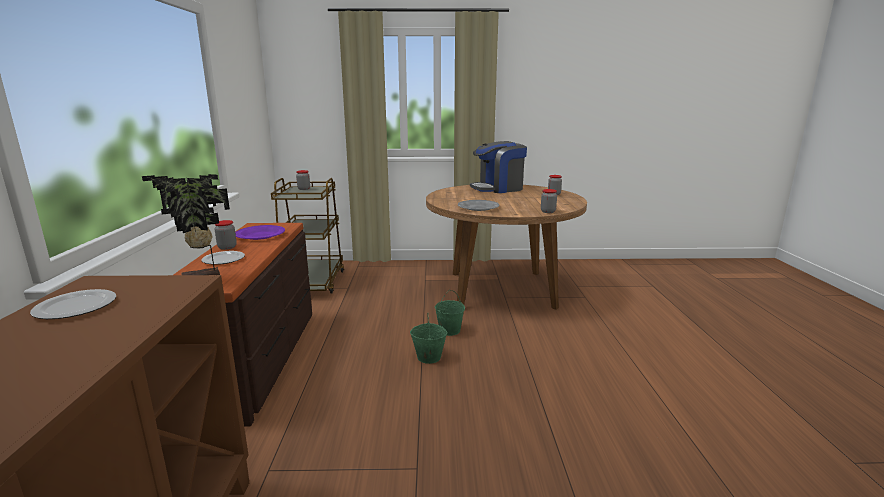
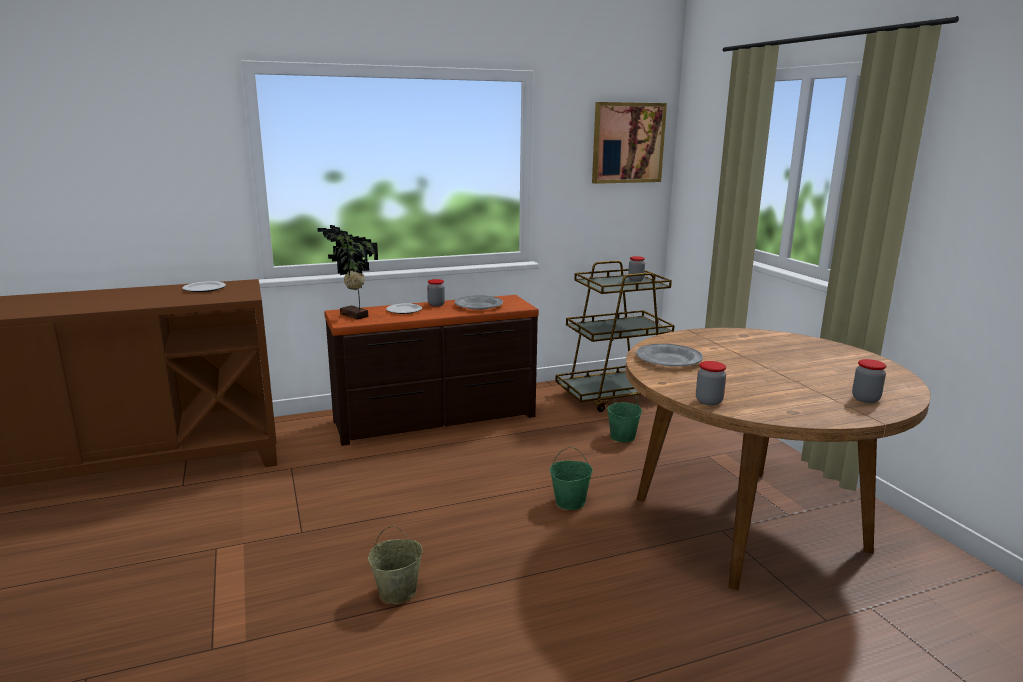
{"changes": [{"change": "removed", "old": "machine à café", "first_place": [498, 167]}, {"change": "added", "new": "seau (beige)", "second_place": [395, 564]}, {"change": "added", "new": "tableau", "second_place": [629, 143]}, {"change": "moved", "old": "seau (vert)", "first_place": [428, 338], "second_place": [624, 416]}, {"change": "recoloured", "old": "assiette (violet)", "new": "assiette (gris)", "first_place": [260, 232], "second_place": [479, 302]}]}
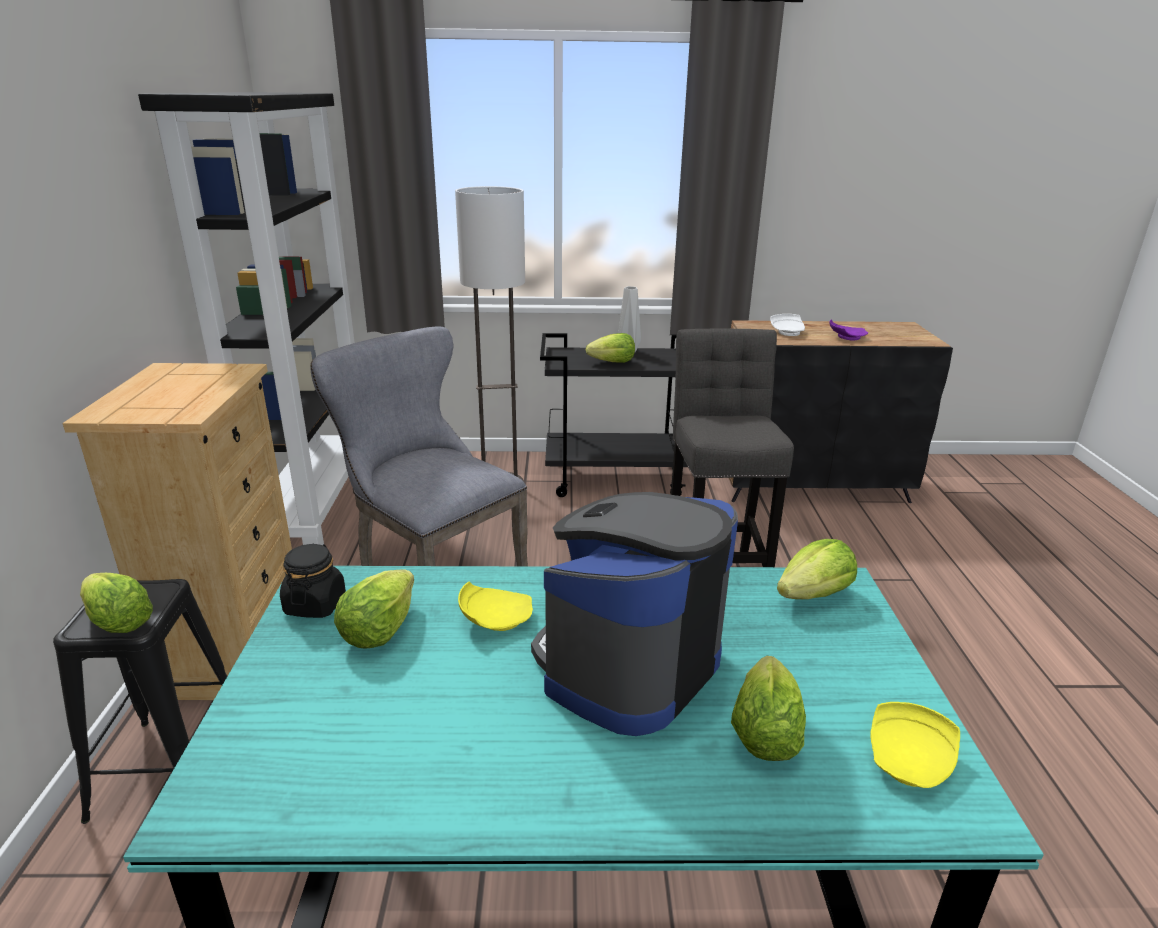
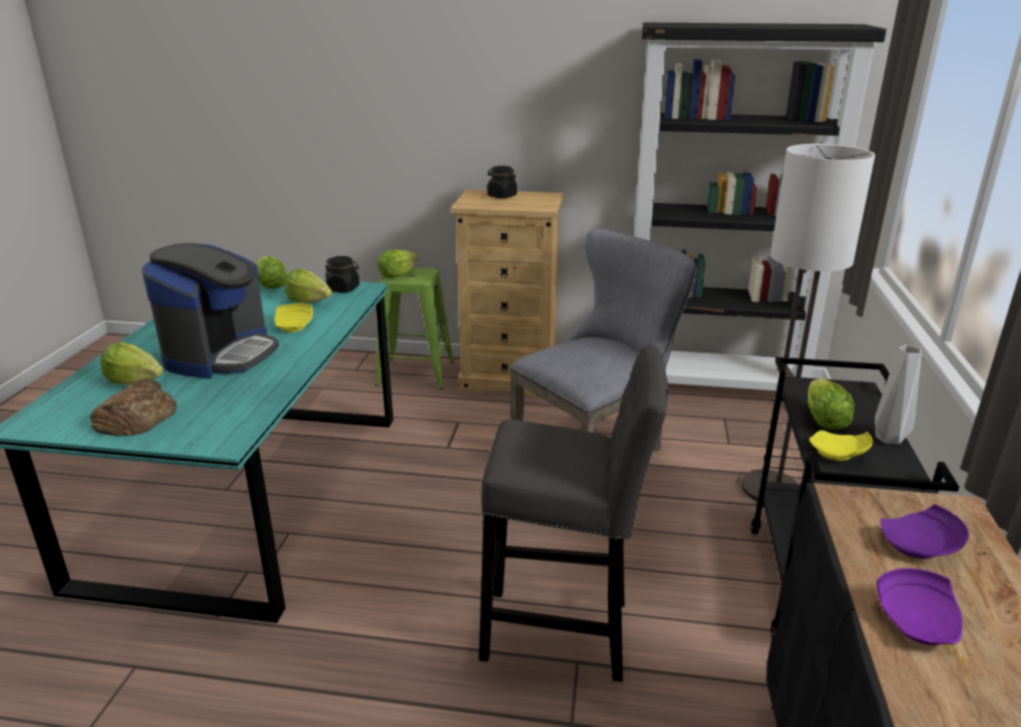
{"changes": [{"change": "added", "new": "pain", "second_place": [133, 407]}, {"change": "added", "new": "bocal (noir)", "second_place": [502, 182]}, {"change": "moved", "old": "laitue", "first_place": [817, 569], "second_place": [272, 272]}, {"change": "moved", "old": "assiette (jaune)", "first_place": [915, 745], "second_place": [841, 445]}, {"change": "recoloured", "old": "tabouret (noir)", "new": "tabouret (vert)", "first_place": [140, 701], "second_place": [414, 329]}, {"change": "recoloured", "old": "assiette (blanc)", "new": "assiette (violet)", "first_place": [787, 325], "second_place": [924, 531]}, {"change": "turned", "old": "machine à café", "first_place": [634, 614], "second_place": [210, 311], "degrees": 60}]}
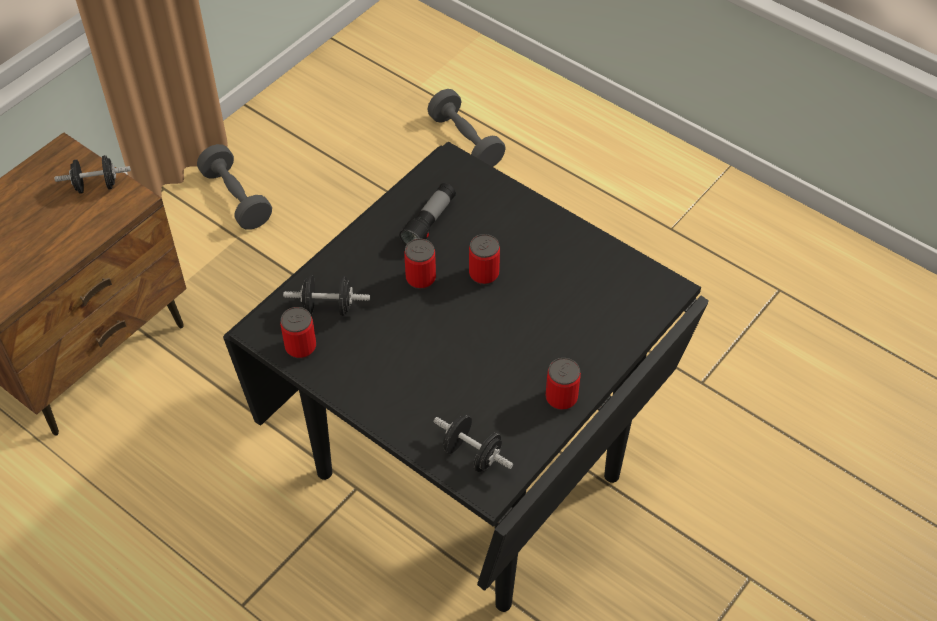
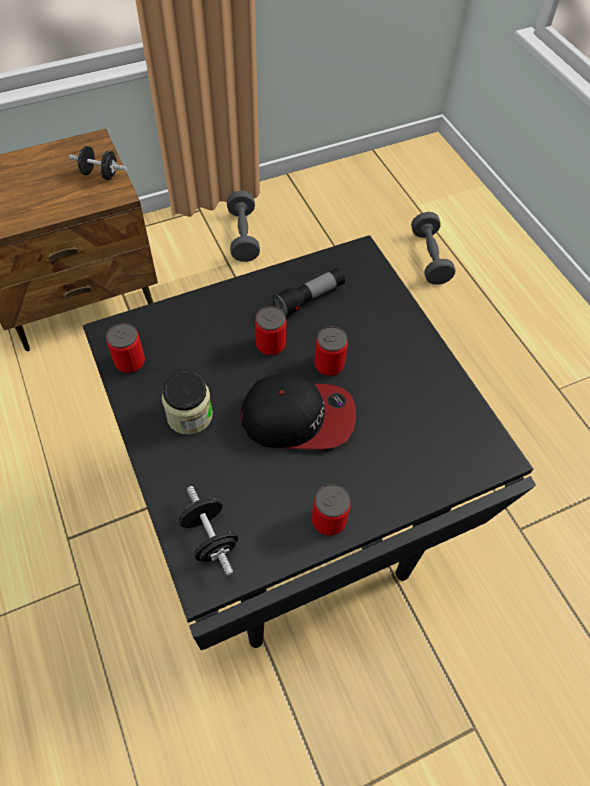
{"changes": [{"change": "removed", "old": "haltère (noir)", "first_place": [326, 295]}, {"change": "added", "new": "bocal", "second_place": [187, 403]}, {"change": "added", "new": "casquette", "second_place": [298, 410]}]}
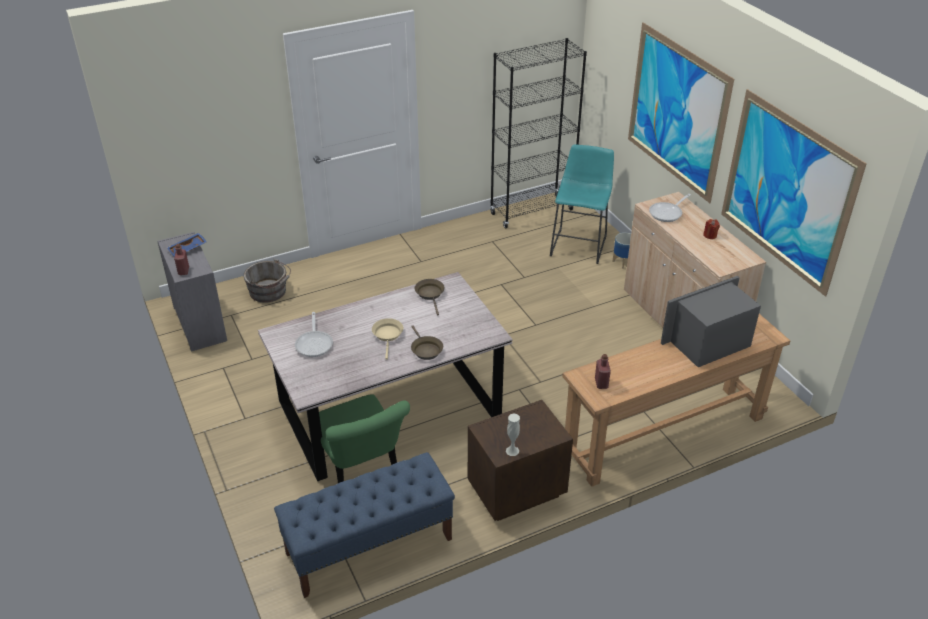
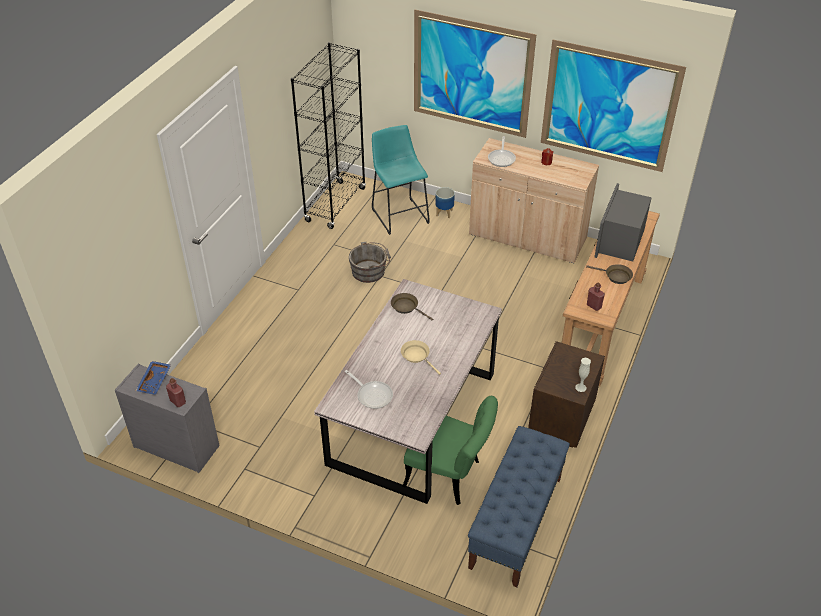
{"changes": [{"change": "moved", "old": "seau (gris)", "first_place": [267, 281], "second_place": [370, 262]}, {"change": "moved", "old": "poêle (marron)", "first_place": [427, 342], "second_place": [609, 274]}]}
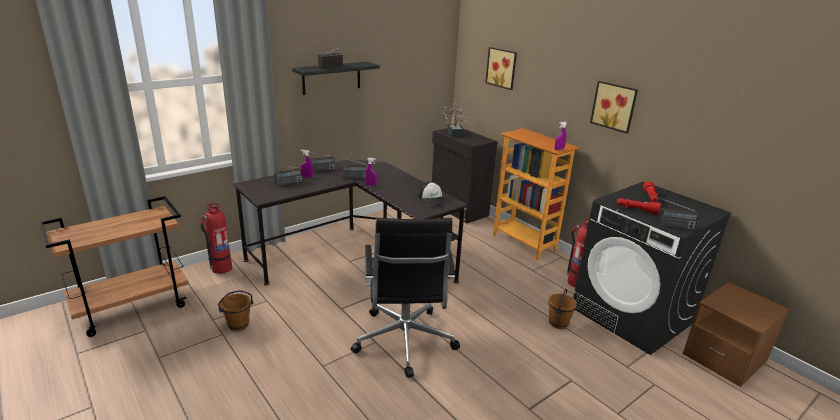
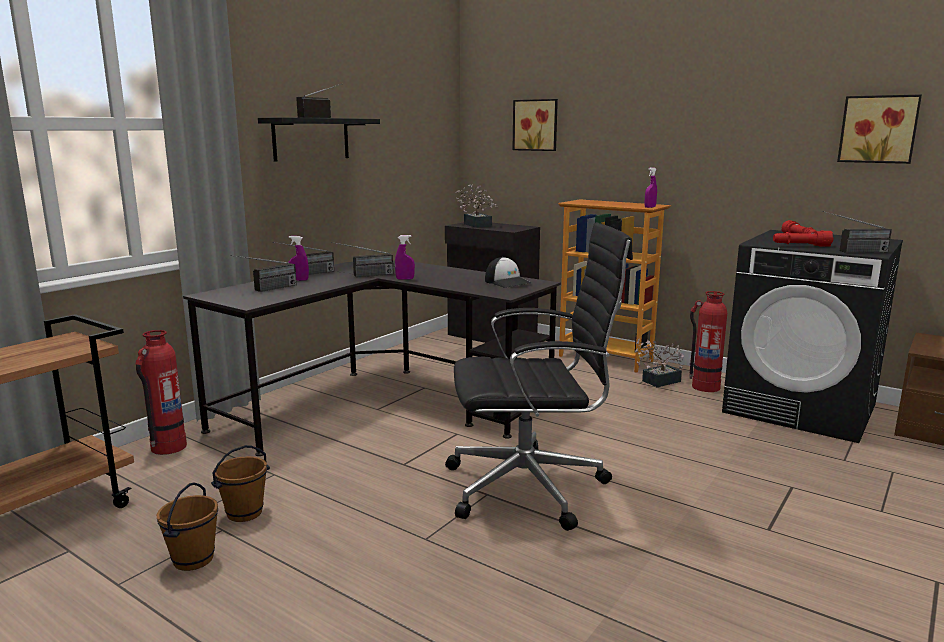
{"changes": [{"change": "added", "new": "plante en pot", "second_place": [659, 363]}, {"change": "moved", "old": "seau (marron)", "first_place": [562, 309], "second_place": [187, 526]}, {"change": "moved", "old": "tableau", "first_place": [614, 107], "second_place": [879, 129]}, {"change": "turned", "old": "chaise de bureau (noir)", "first_place": [405, 298], "second_place": [539, 376], "degrees": -75}]}
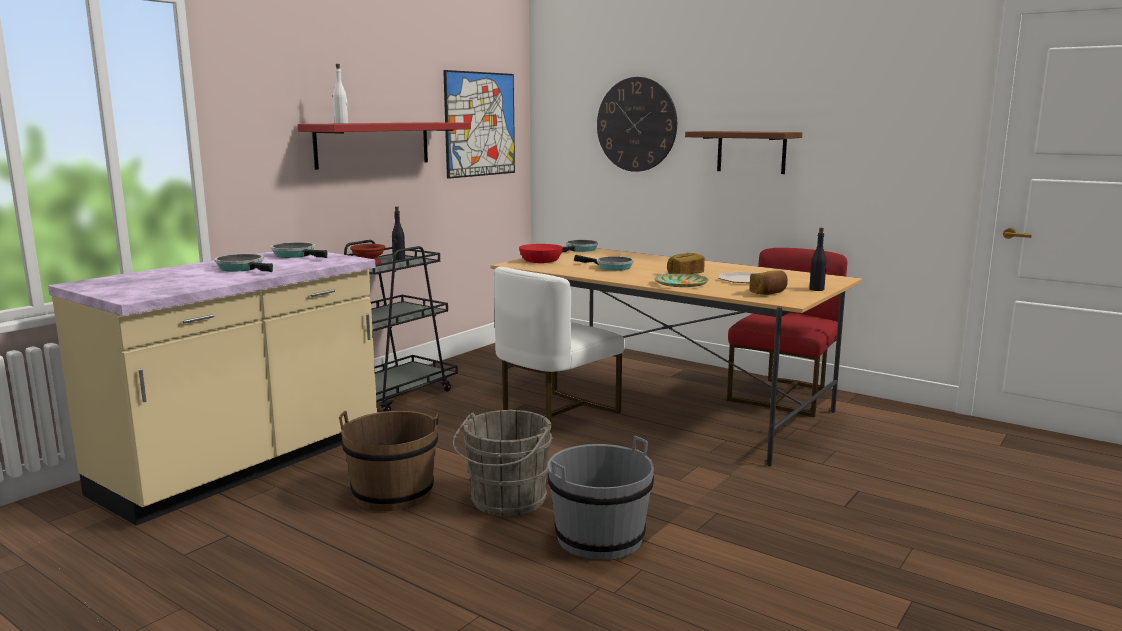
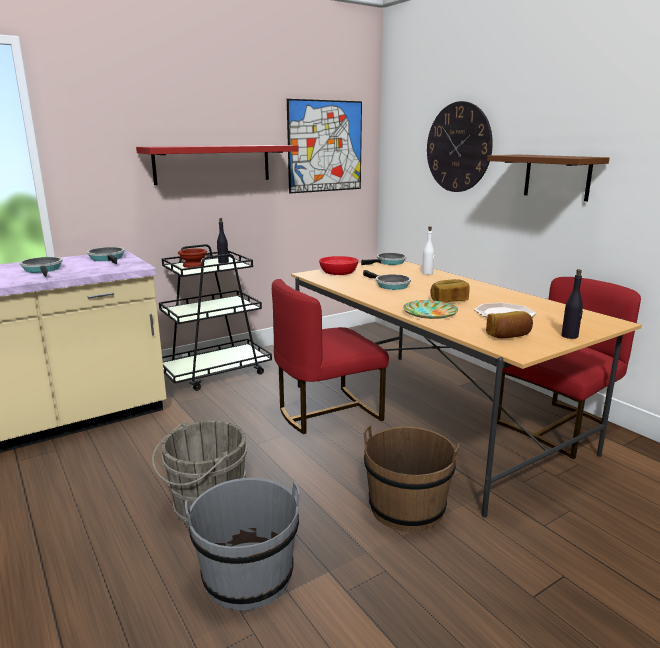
{"changes": [{"change": "moved", "old": "bouteille (blanc)", "first_place": [340, 94], "second_place": [428, 250]}, {"change": "moved", "old": "seau (marron)", "first_place": [389, 461], "second_place": [411, 478]}, {"change": "recoloured", "old": "chaise (blanc)", "new": "chaise (rouge)", "first_place": [559, 350], "second_place": [330, 356]}]}
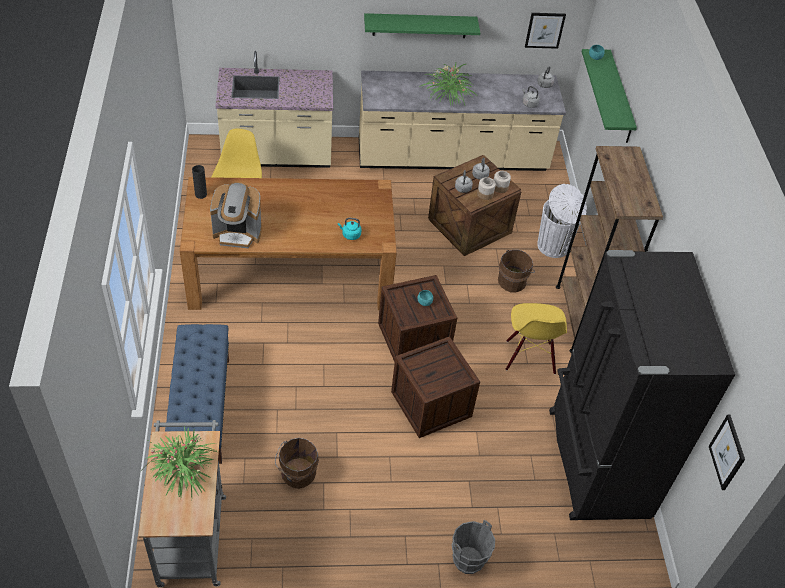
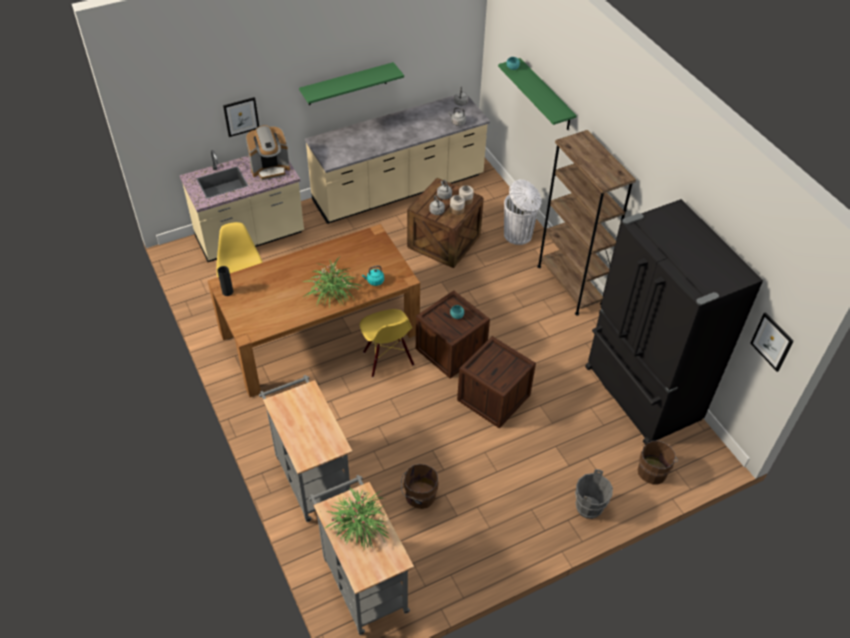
{"changes": [{"change": "moved", "old": "machine à café", "first_place": [236, 215], "second_place": [268, 152]}, {"change": "moved", "old": "plante en pot", "first_place": [447, 84], "second_place": [332, 281]}, {"change": "moved", "old": "seau (marron)", "first_place": [516, 271], "second_place": [657, 463]}, {"change": "moved", "old": "chaise (jaune)", "first_place": [536, 338], "second_place": [387, 343]}, {"change": "moved", "old": "tableau", "first_place": [545, 31], "second_place": [241, 117]}, {"change": "replaced", "old": "banc (bleu)", "new": "chariot (gris)", "first_place": [197, 394], "second_place": [305, 448]}]}
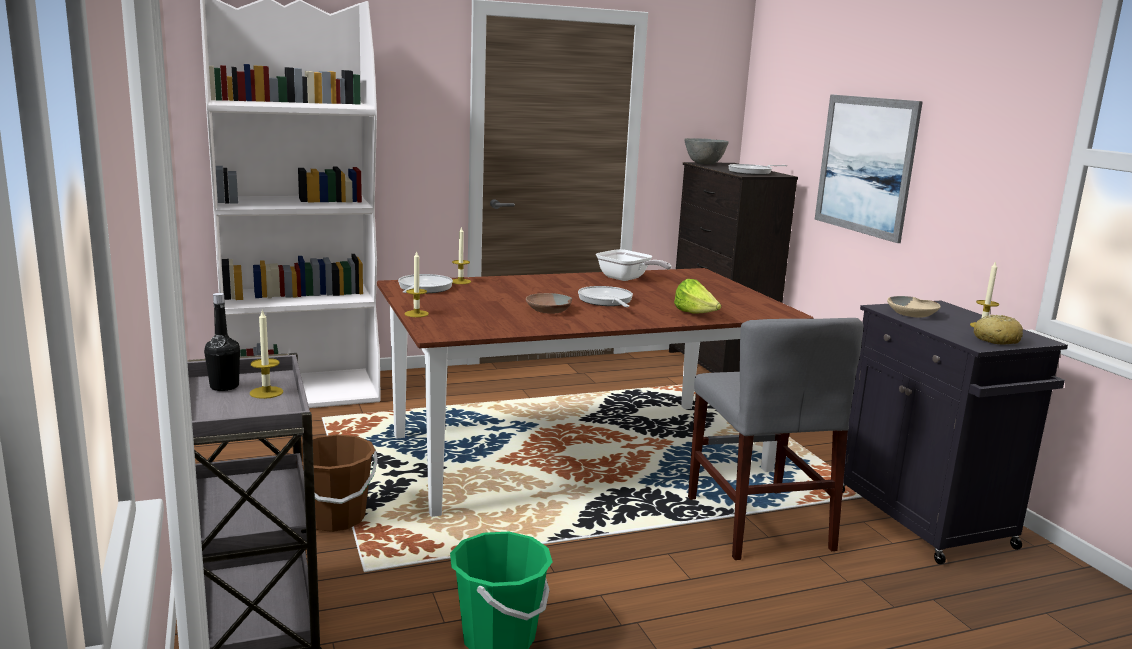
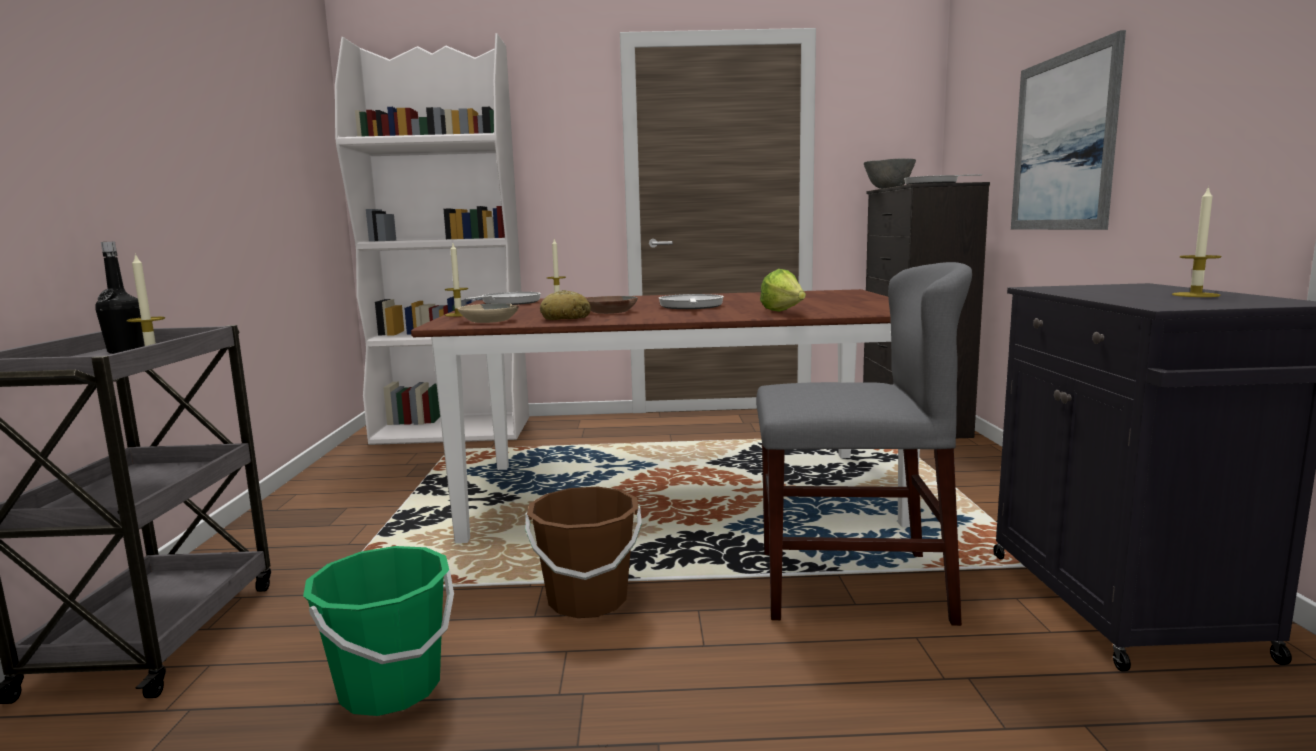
{"changes": [{"change": "removed", "old": "poêle", "first_place": [634, 265]}, {"change": "moved", "old": "seau (marron)", "first_place": [334, 483], "second_place": [583, 552]}, {"change": "moved", "old": "bol (beige)", "first_place": [914, 306], "second_place": [488, 313]}, {"change": "moved", "old": "pain", "first_place": [998, 330], "second_place": [565, 305]}, {"change": "turned", "old": "chaise (gris)", "first_place": [775, 439], "second_place": [864, 444], "degrees": -90}]}
